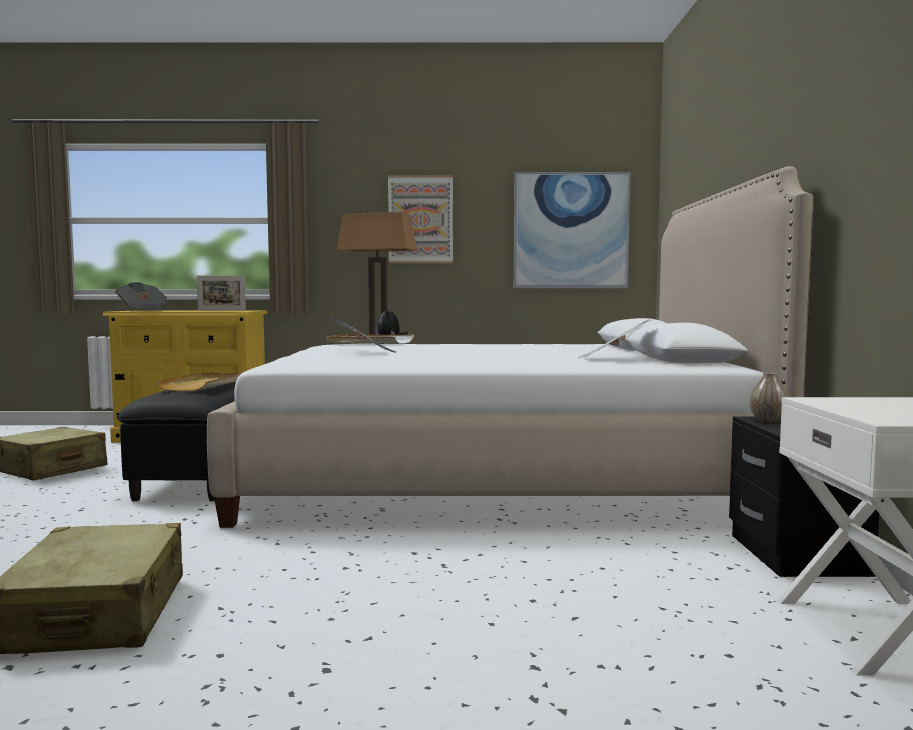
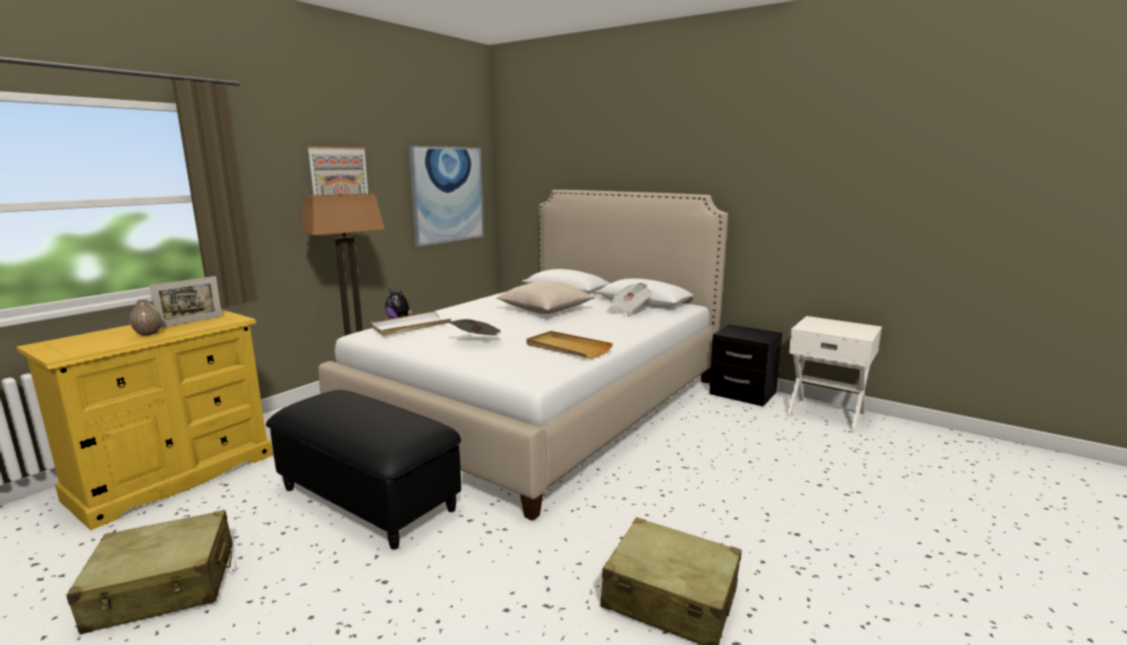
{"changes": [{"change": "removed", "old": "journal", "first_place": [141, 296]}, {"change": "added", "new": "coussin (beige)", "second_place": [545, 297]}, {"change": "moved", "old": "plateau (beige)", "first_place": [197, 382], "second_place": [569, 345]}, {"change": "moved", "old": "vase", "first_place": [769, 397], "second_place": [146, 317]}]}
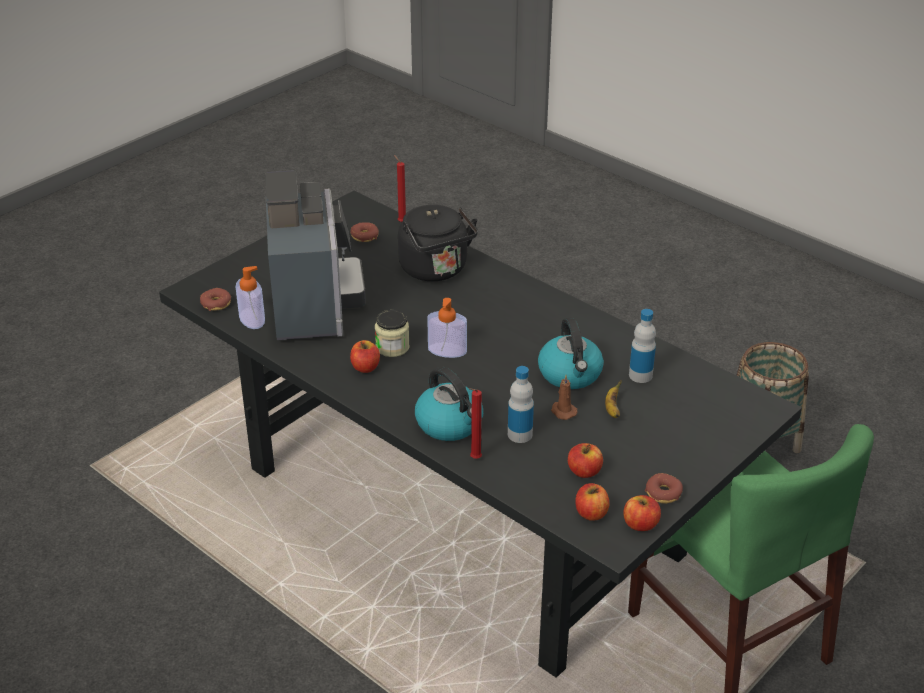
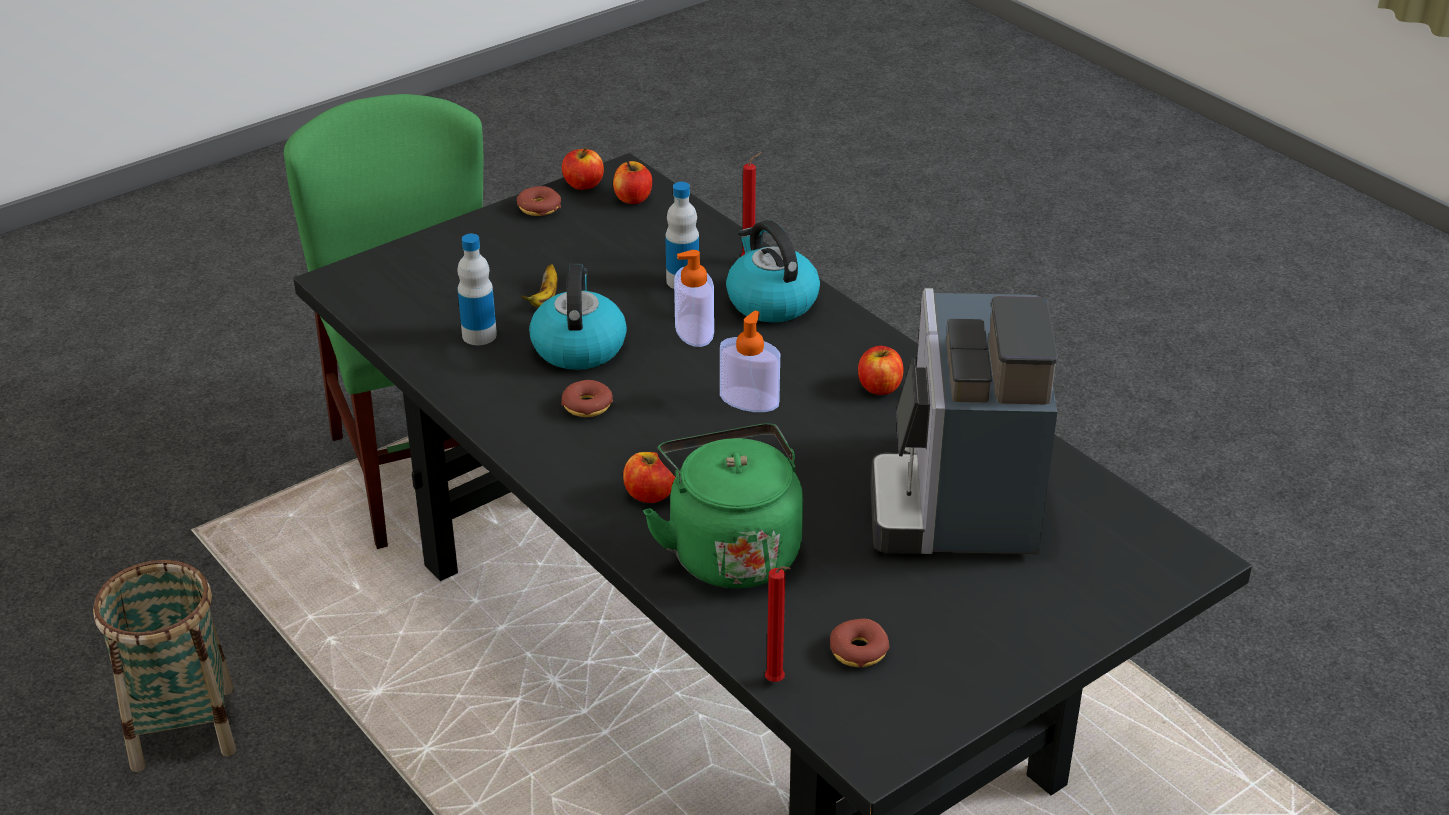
{"changes": [{"change": "removed", "old": "bocal", "first_place": [392, 333]}, {"change": "removed", "old": "bougie (marron)", "first_place": [564, 397]}, {"change": "moved", "old": "beignet", "first_place": [215, 299], "second_place": [587, 398]}, {"change": "moved", "old": "distributeur de savon", "first_place": [250, 297], "second_place": [694, 298]}, {"change": "moved", "old": "pomme", "first_place": [585, 460], "second_place": [649, 477]}, {"change": "recoloured", "old": "bouilloire (noir)", "new": "bouilloire (vert)", "first_place": [438, 243], "second_place": [723, 505]}]}
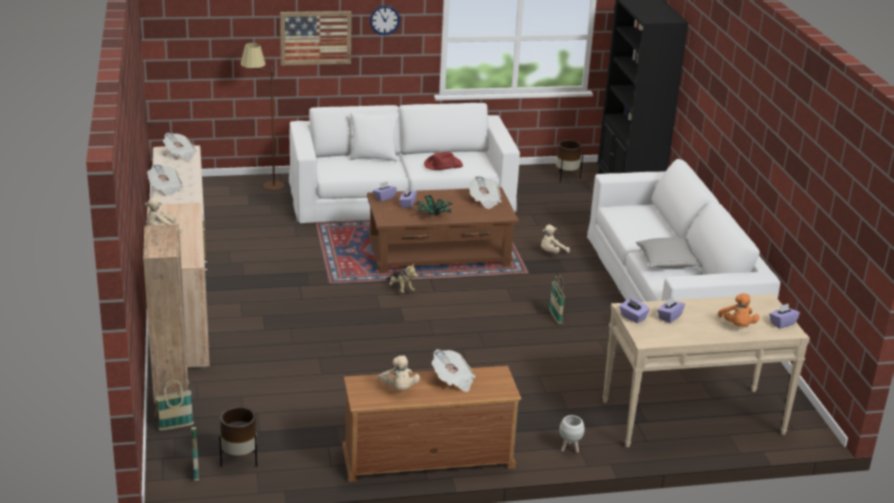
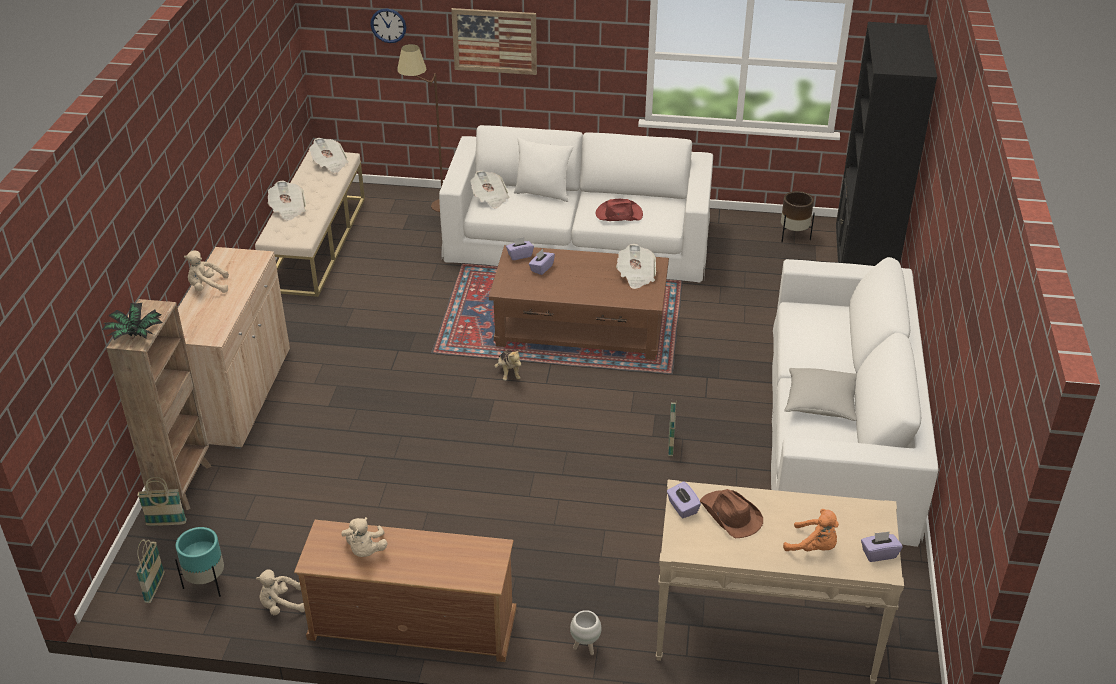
{"changes": [{"change": "moved", "old": "horloge murale", "first_place": [385, 20], "second_place": [388, 26]}, {"change": "moved", "old": "plante en pot", "first_place": [433, 205], "second_place": [132, 321]}, {"change": "moved", "old": "journal", "first_place": [453, 370], "second_place": [489, 189]}, {"change": "moved", "old": "peluche (beige)", "first_place": [555, 239], "second_place": [280, 592]}, {"change": "replaced", "old": "boîte à mouchoirs (violet)", "new": "chapeau (marron)", "first_place": [671, 310], "second_place": [731, 513]}, {"change": "recoloured", "old": "cache-pot (marron)", "new": "cache-pot (turquoise)", "first_place": [238, 437], "second_place": [199, 562]}, {"change": "turned", "old": "peluche (orange)", "first_place": [739, 310], "second_place": [811, 530], "degrees": -75}]}
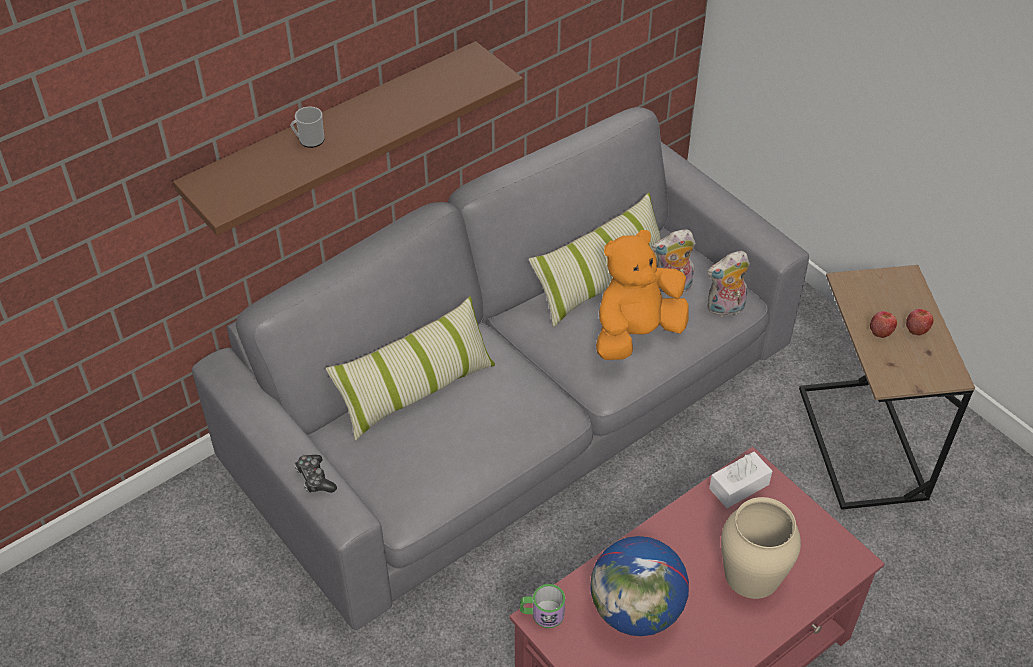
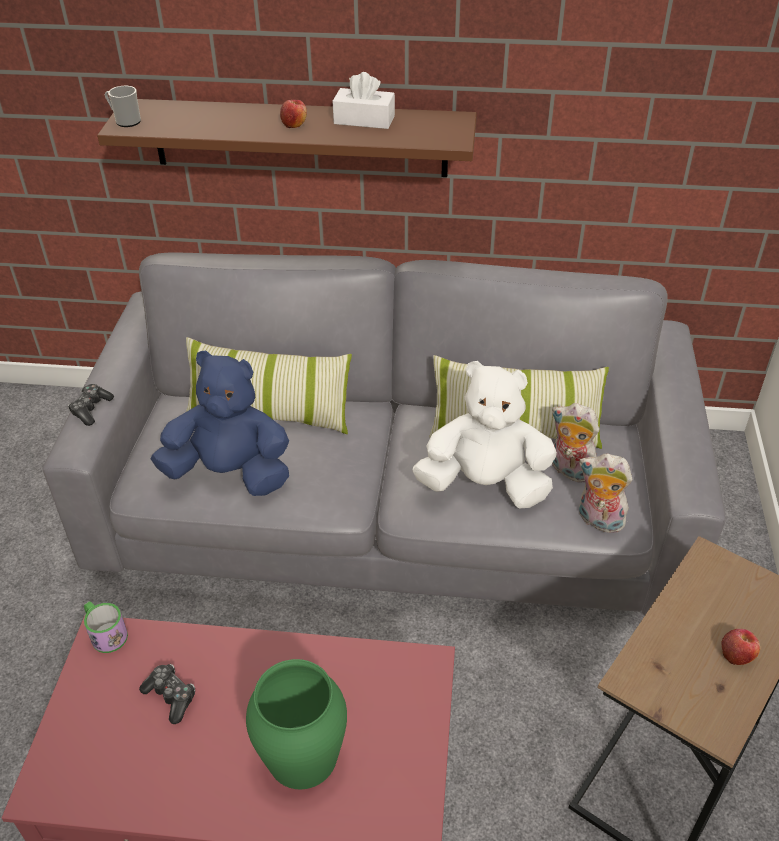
{"changes": [{"change": "added", "new": "peluche (bleu)", "second_place": [220, 423]}, {"change": "moved", "old": "mug", "first_place": [307, 127], "second_place": [123, 106]}, {"change": "moved", "old": "boîte à mouchoirs (blanc)", "first_place": [740, 480], "second_place": [363, 100]}, {"change": "moved", "old": "pomme", "first_place": [883, 324], "second_place": [293, 114]}, {"change": "replaced", "old": "globe", "new": "manette", "first_place": [639, 586], "second_place": [167, 694]}, {"change": "recoloured", "old": "peluche (orange)", "new": "peluche (blanc)", "first_place": [642, 295], "second_place": [484, 434]}, {"change": "recoloured", "old": "vase (beige)", "new": "vase (vert)", "first_place": [761, 548], "second_place": [296, 724]}]}
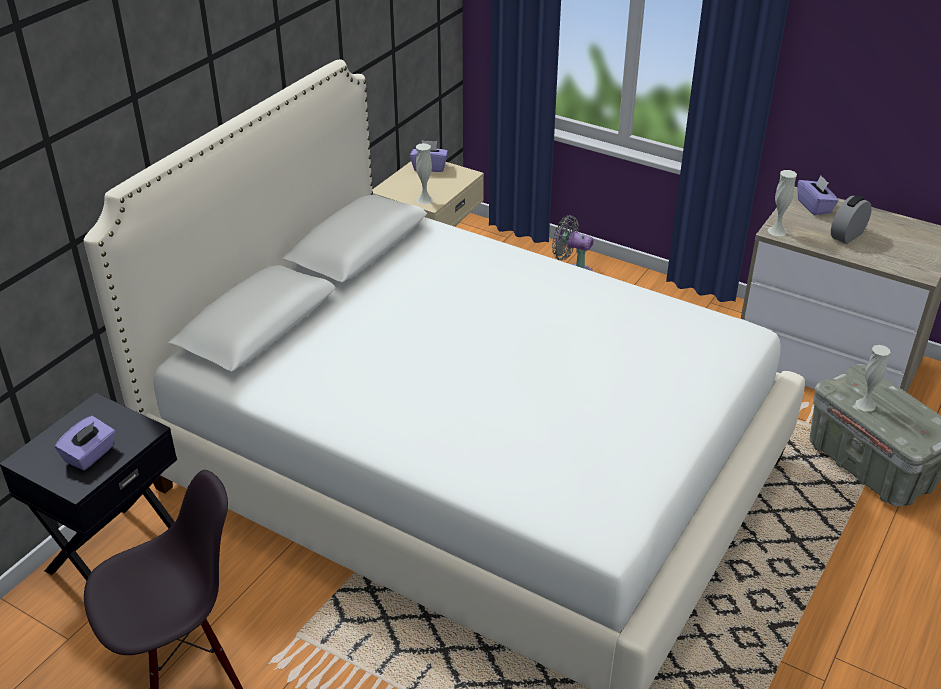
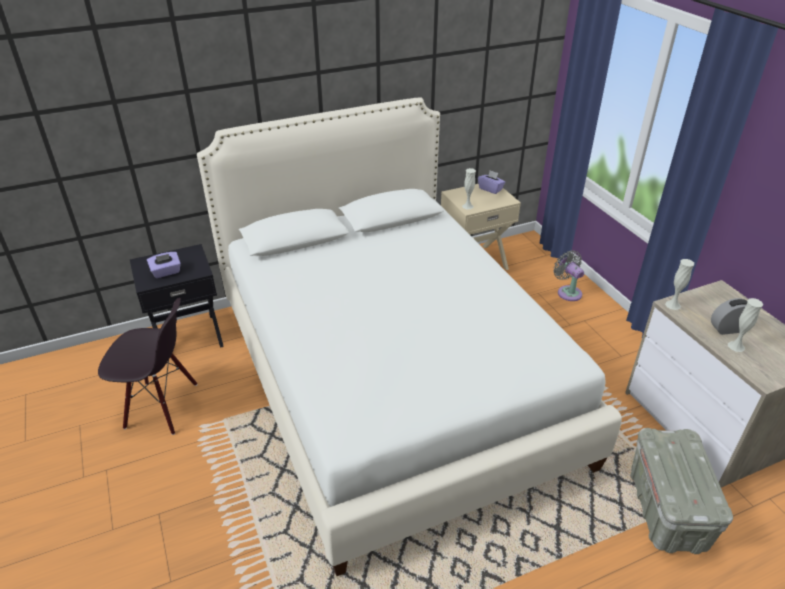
{"changes": [{"change": "removed", "old": "boîte à mouchoirs (violet)", "first_place": [818, 195]}, {"change": "moved", "old": "vase (blanc)", "first_place": [872, 378], "second_place": [745, 325]}]}
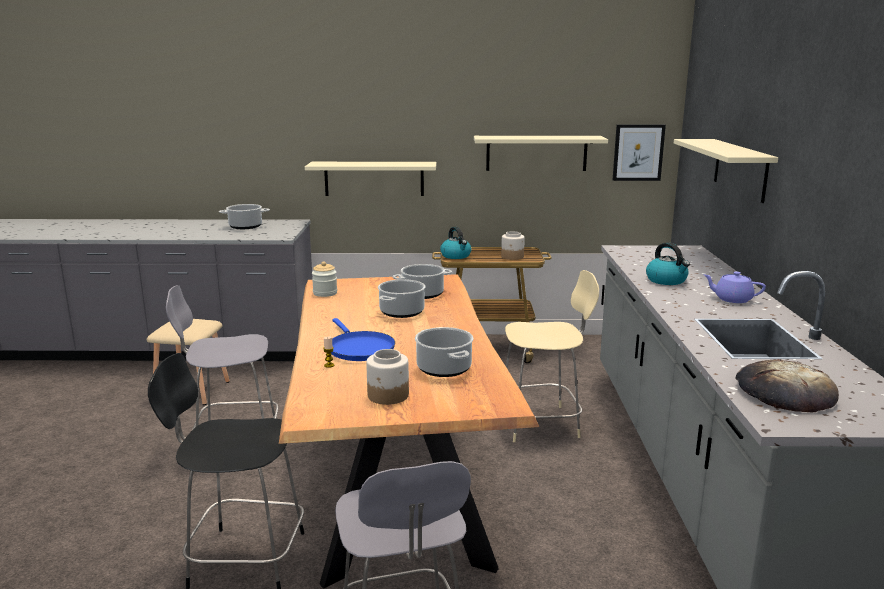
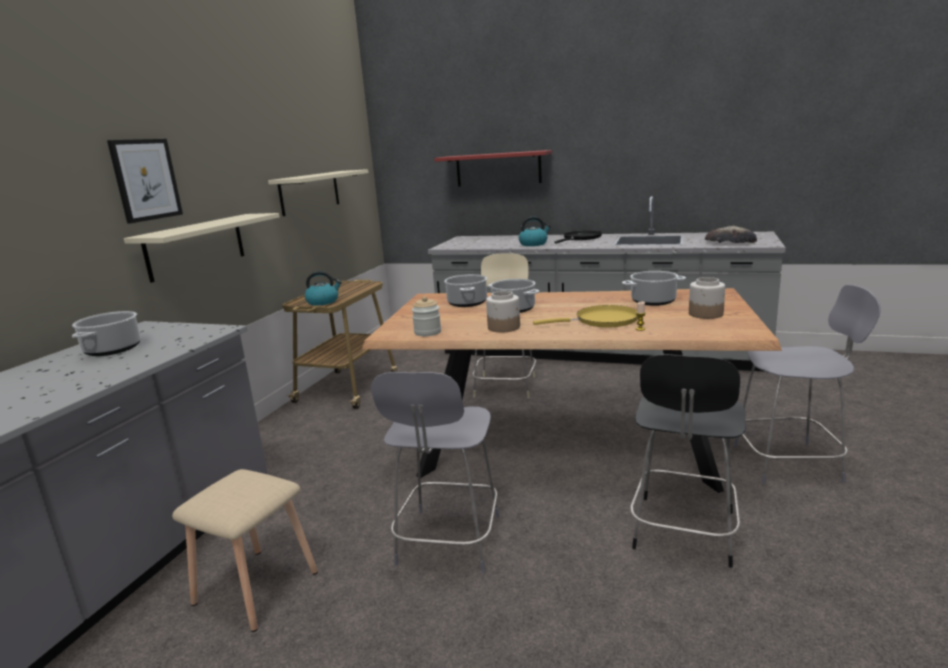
{"changes": [{"change": "moved", "old": "bocal", "first_place": [513, 245], "second_place": [503, 312]}, {"change": "moved", "old": "tableau", "first_place": [639, 153], "second_place": [145, 181]}, {"change": "replaced", "old": "théière (violet)", "new": "poêle (noir)", "first_place": [734, 287], "second_place": [578, 236]}, {"change": "recoloured", "old": "poêle (bleu)", "new": "poêle (jaune)", "first_place": [363, 339], "second_place": [585, 316]}, {"change": "recoloured", "old": "étagère (beige)", "new": "étagère (rouge)", "first_place": [726, 171], "second_place": [493, 168]}]}
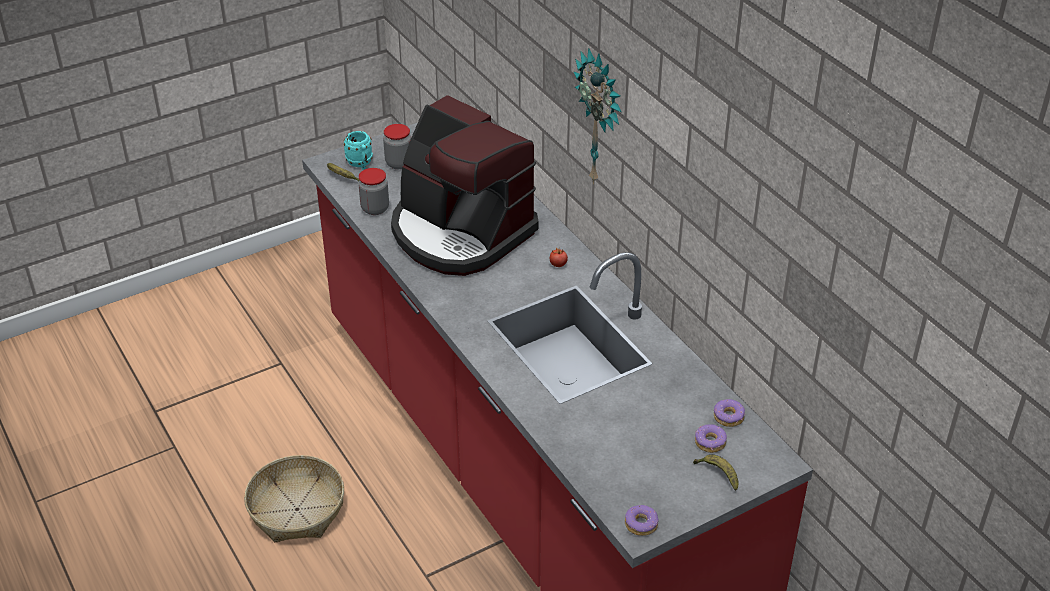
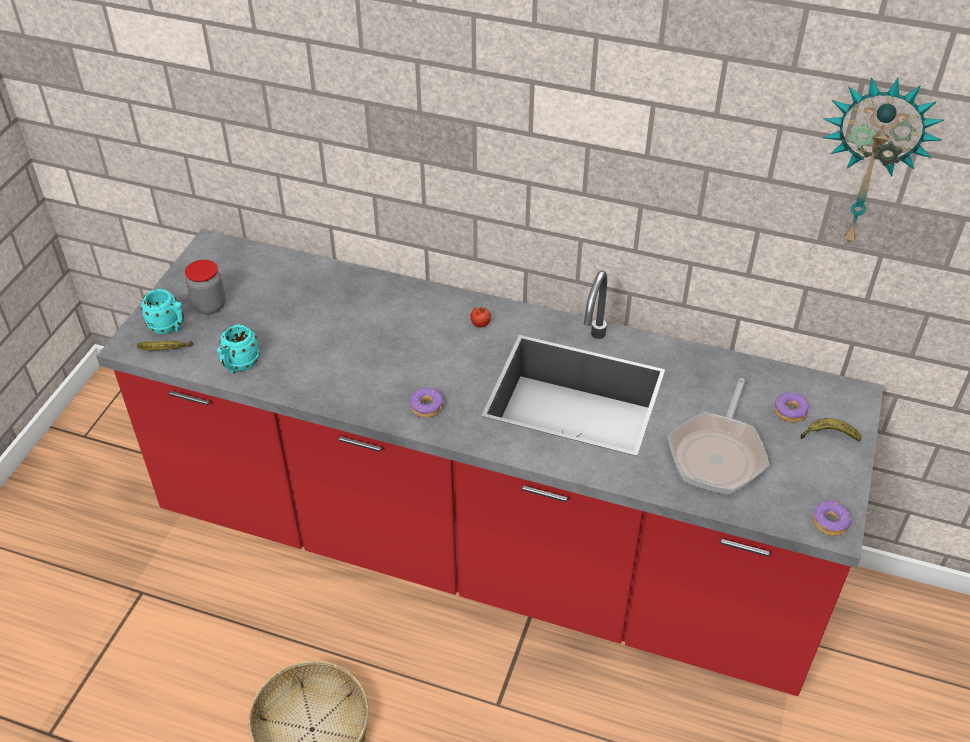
{"changes": [{"change": "removed", "old": "machine à café", "first_place": [464, 185]}, {"change": "added", "new": "poêle", "second_place": [718, 436]}, {"change": "moved", "old": "horloge murale", "first_place": [597, 116], "second_place": [883, 162]}, {"change": "moved", "old": "beignet", "first_place": [729, 413], "second_place": [426, 403]}, {"change": "replaced", "old": "bocal", "new": "mug (turquoise)", "first_place": [373, 191], "second_place": [238, 349]}]}
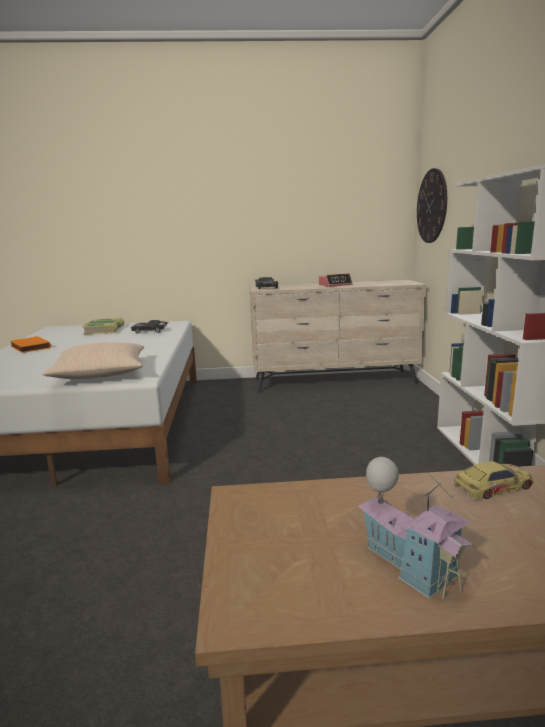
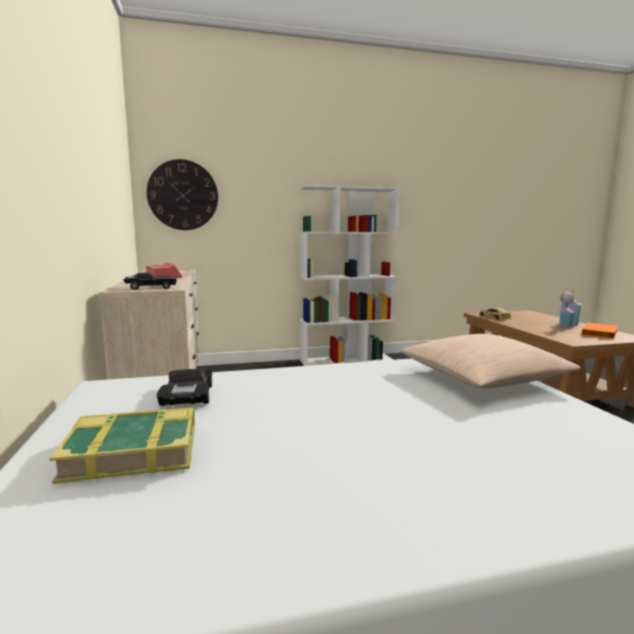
{"changes": [{"change": "moved", "old": "livre (orange)", "first_place": [30, 344], "second_place": [600, 330]}]}
